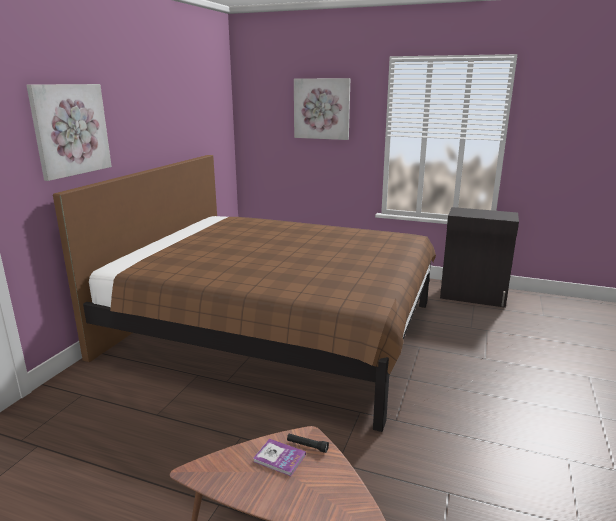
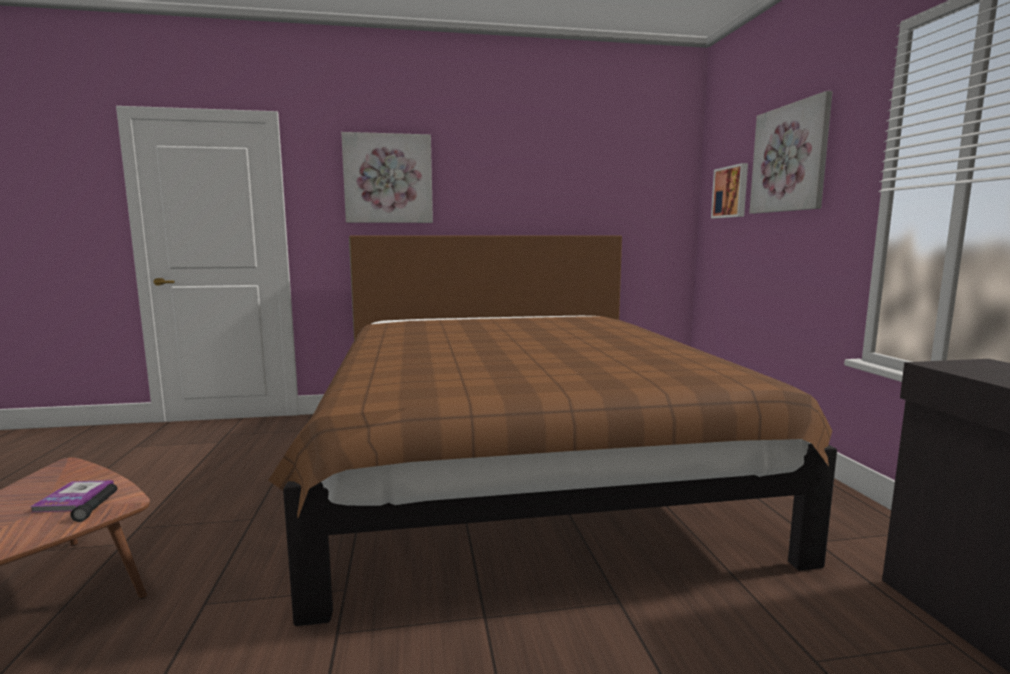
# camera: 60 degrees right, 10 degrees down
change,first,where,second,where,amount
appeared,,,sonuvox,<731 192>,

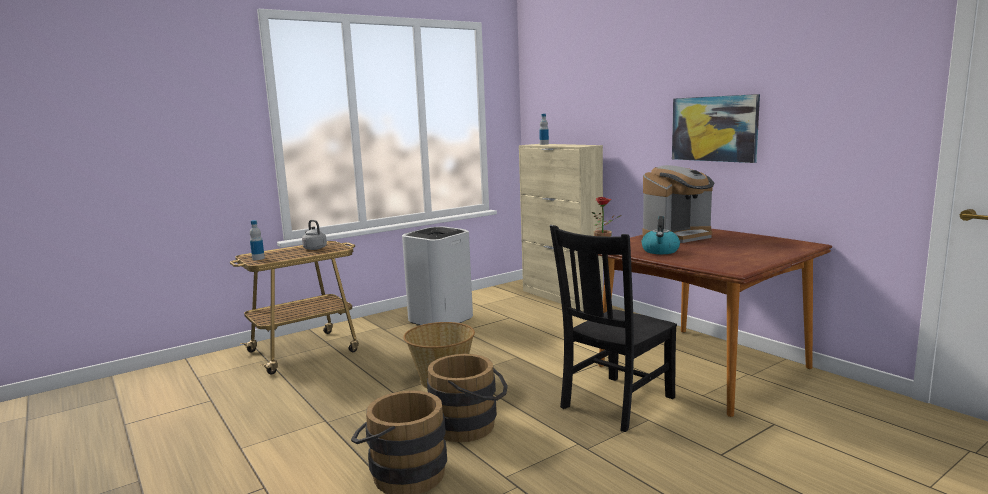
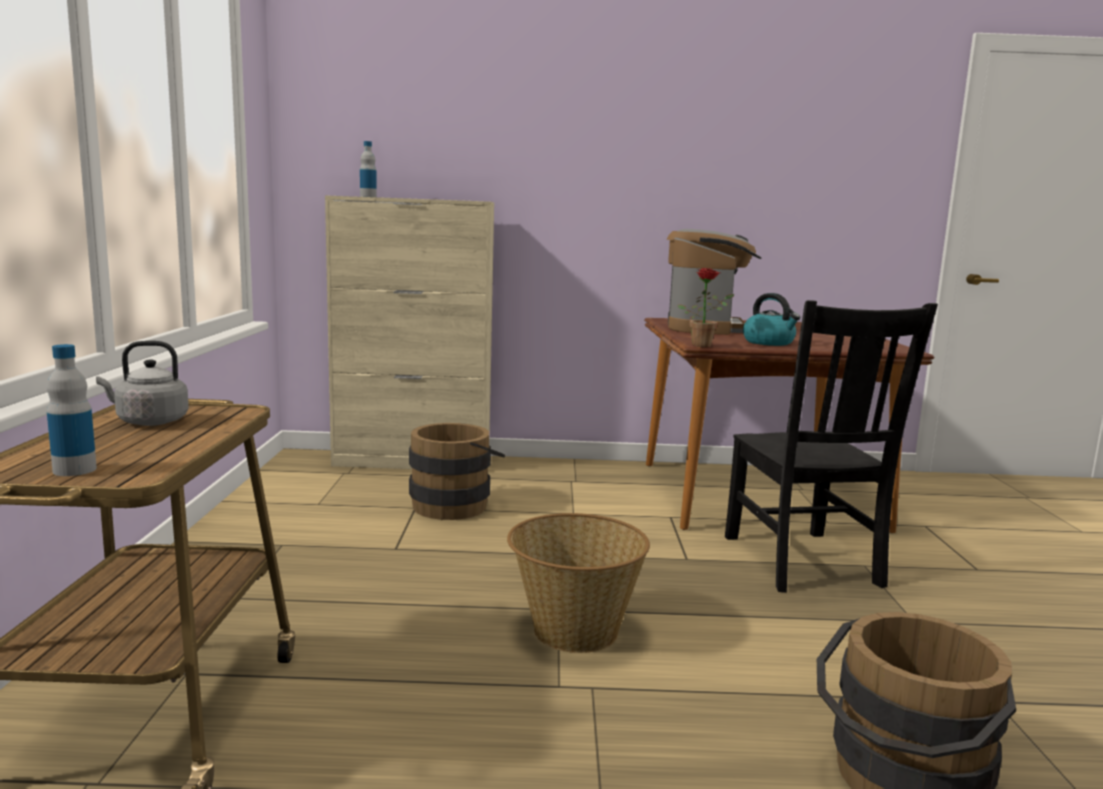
# camera: 55 degrees left, 0 degrees up
change,first,where,second,where,amount
missing,sonuvox,<714 128>,,,
missing,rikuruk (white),<440 318>,,,
relocated,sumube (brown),<470 426>,,<455 504>,

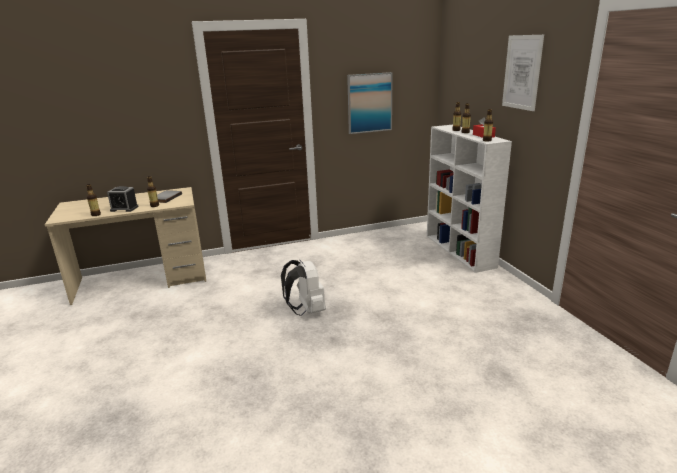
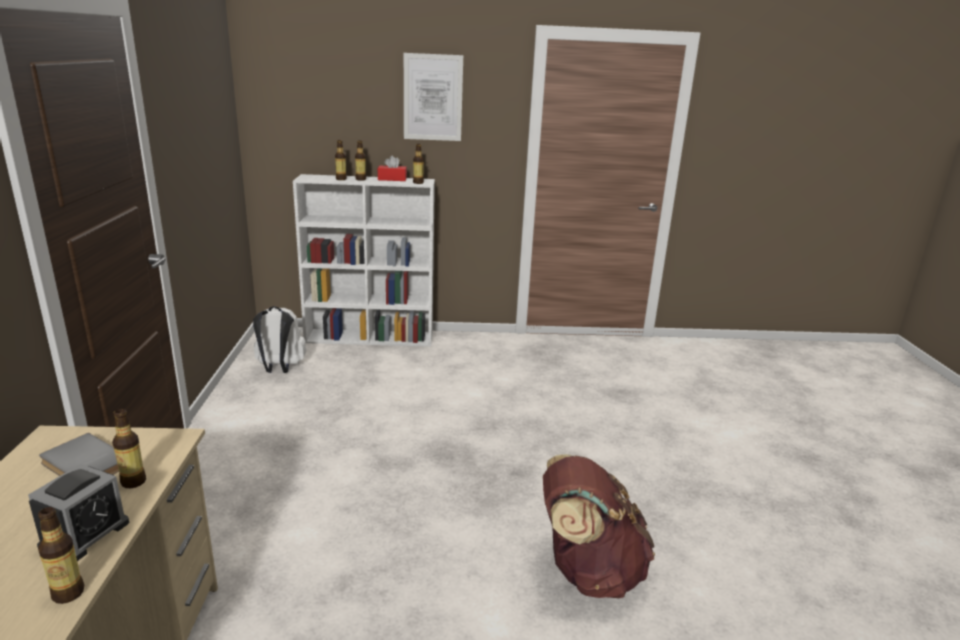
# camera: 75 degrees left, 0 degrees up
change,first,where,second,where,amount
missing,sonuvox,<369 103>,,,
relocated,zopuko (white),<307 310>,,<280 368>,
appeared,,,zopuko (brown),<588 570>,

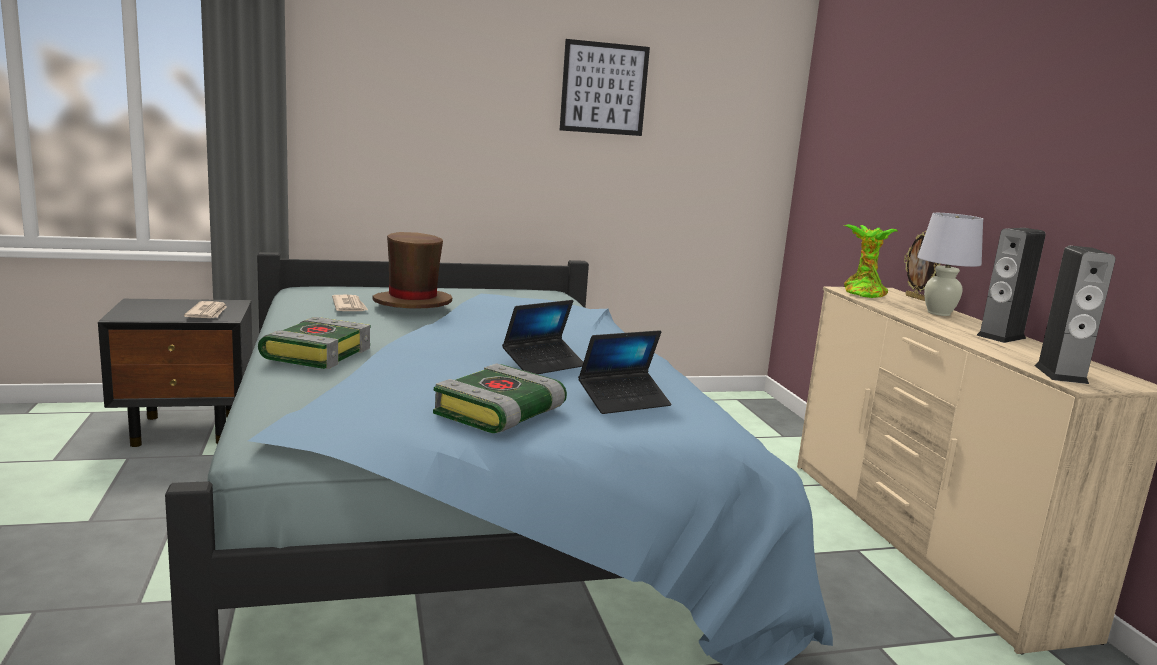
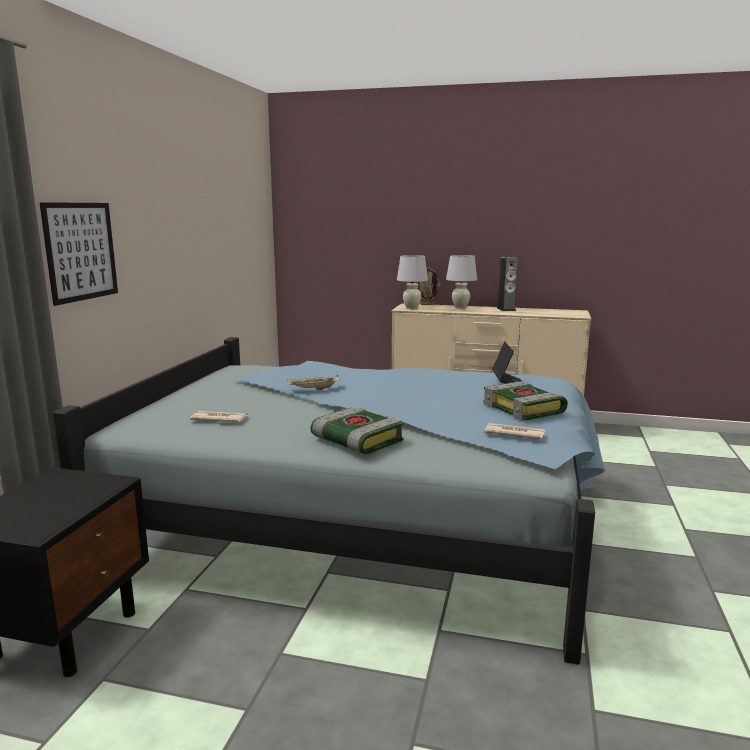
# camera: 60 degrees left, 0 degrees up
change,first,where,second,where,amount
relocated,sonuvox,<604 88>,,<81 251>,
exchanged,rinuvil,<862 293>,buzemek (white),<412 308>,
missing,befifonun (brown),<412 302>,,,
missing,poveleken,<1060 374>,,,
missing,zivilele,<544 364>,,,
relocated,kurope,<208 313>,,<513 433>,
appeared,,,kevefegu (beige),<313 389>,

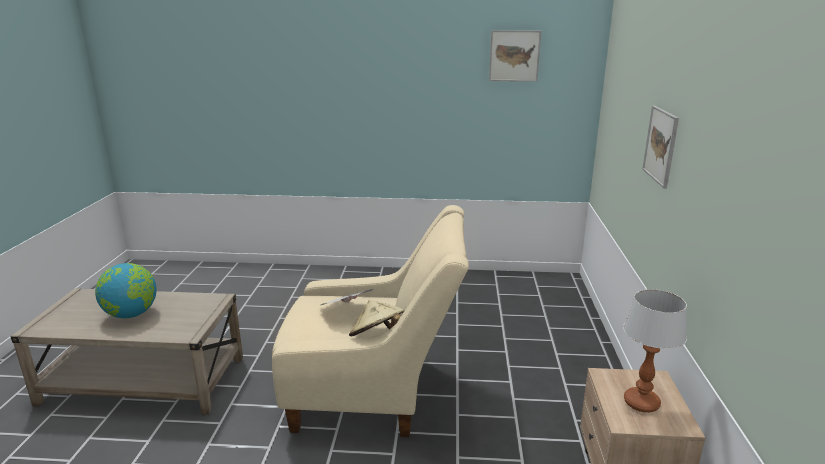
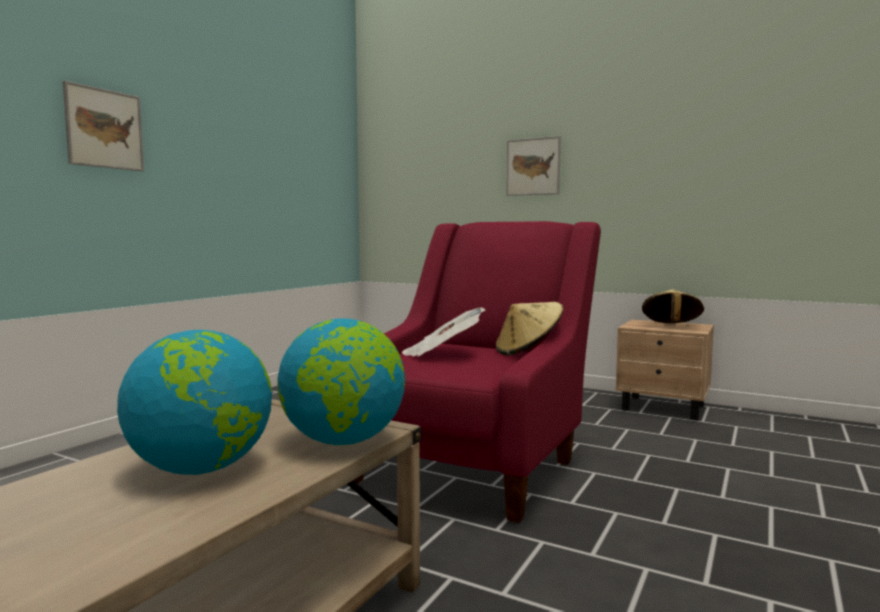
# camera: 65 degrees left, 15 degrees down
change,first,where,second,where,amount
relocated,sonuvox,<514 56>,,<104 129>,
colour,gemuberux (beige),<374 392>,gemuberux (red),<474 464>,
exchanged,buzemek,<641 402>,befifonun (beige),<671 326>,
appeared,,,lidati,<343 441>,

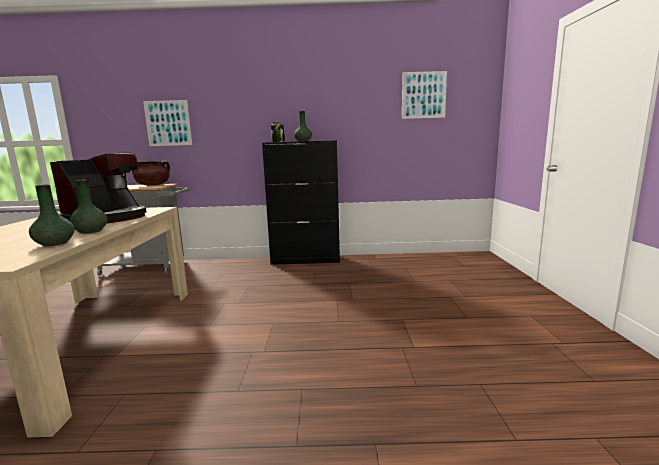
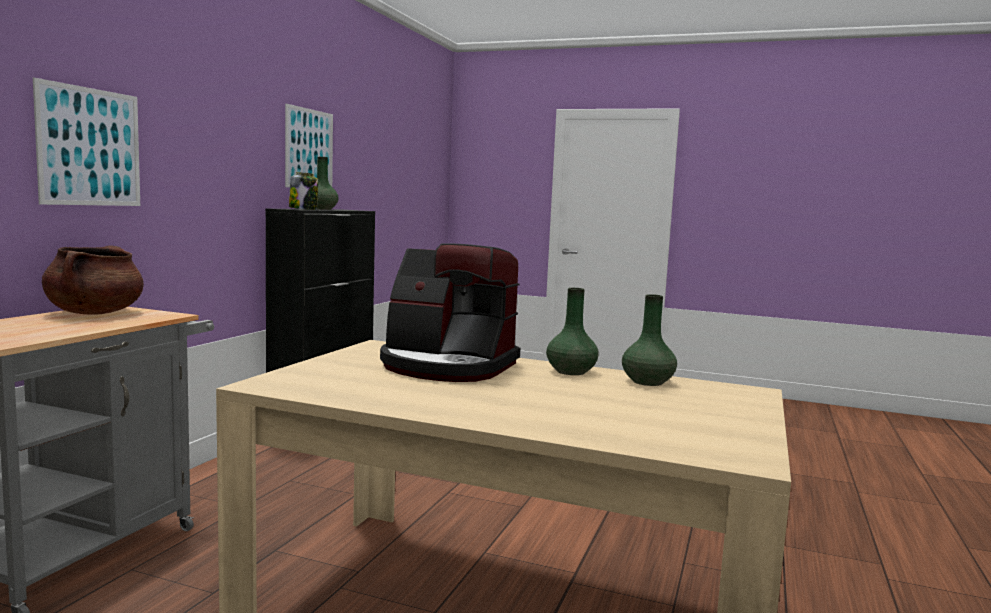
# camera: 70 degrees left, 5 degrees down
change,first,where,second,where,amount
relocated,sonuvox,<423 95>,,<309 149>,
spun,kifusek,<107 218>,,<447 366>,150 degrees clockwise

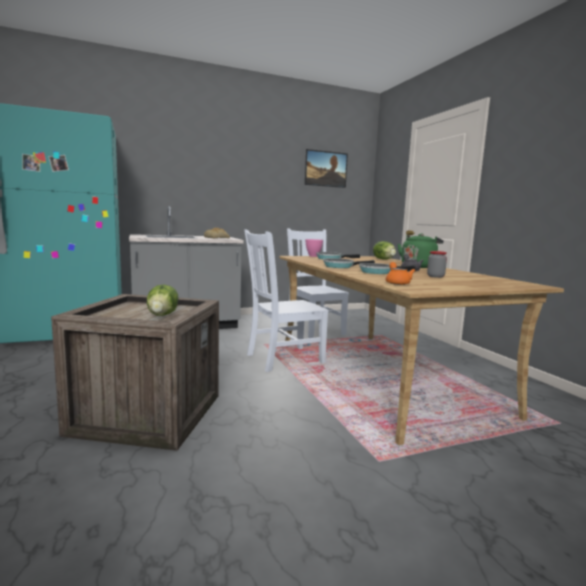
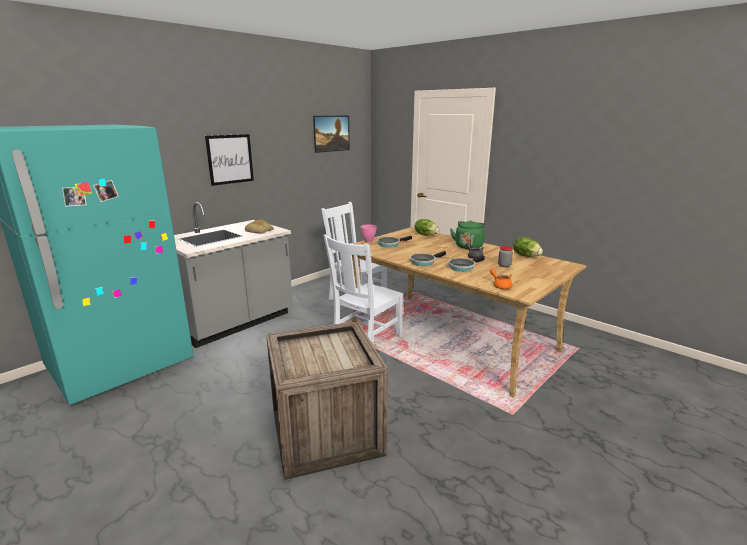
# camera: 25 degrees left, 10 degrees up
change,first,where,second,where,amount
relocated,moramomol,<163 315>,,<526 255>,
appeared,,,sonuvox,<230 159>,

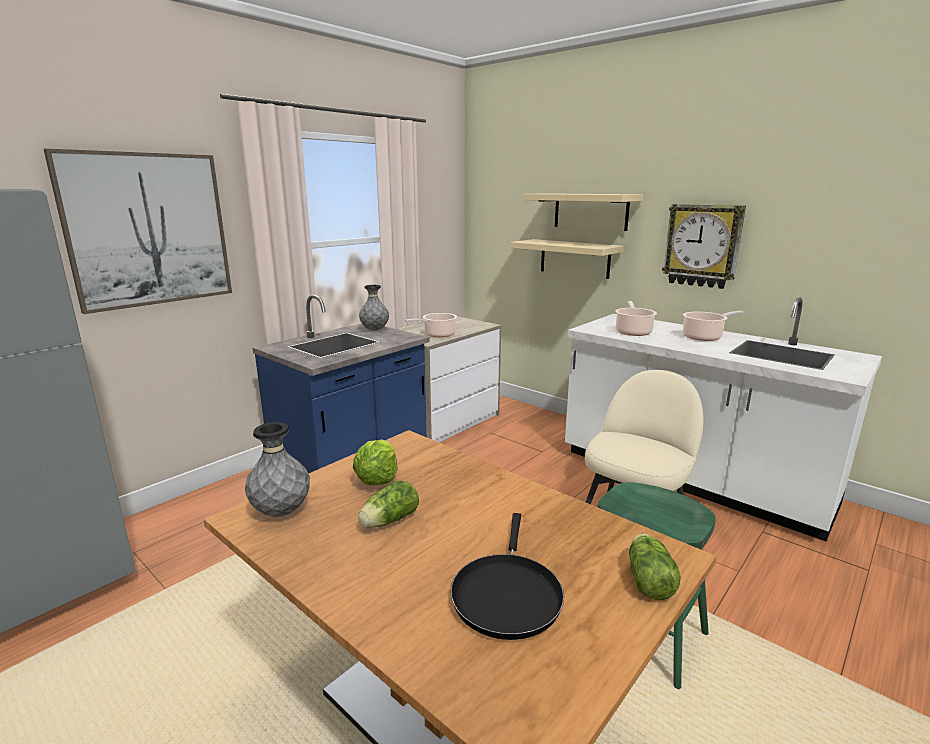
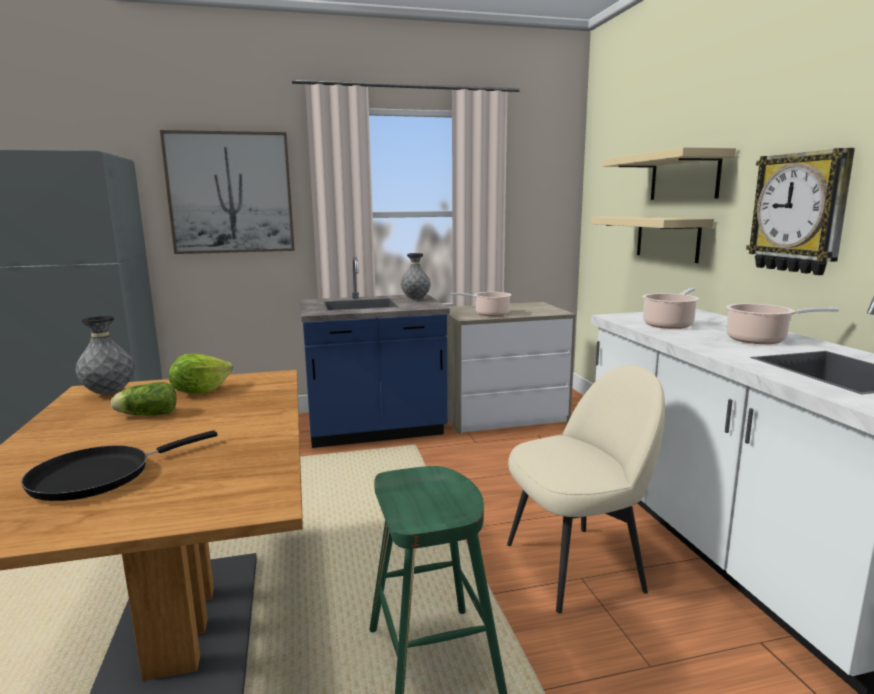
# camera: 35 degrees right, 5 degrees down
change,first,where,second,where,amount
missing,moramomol,<648 578>,,,

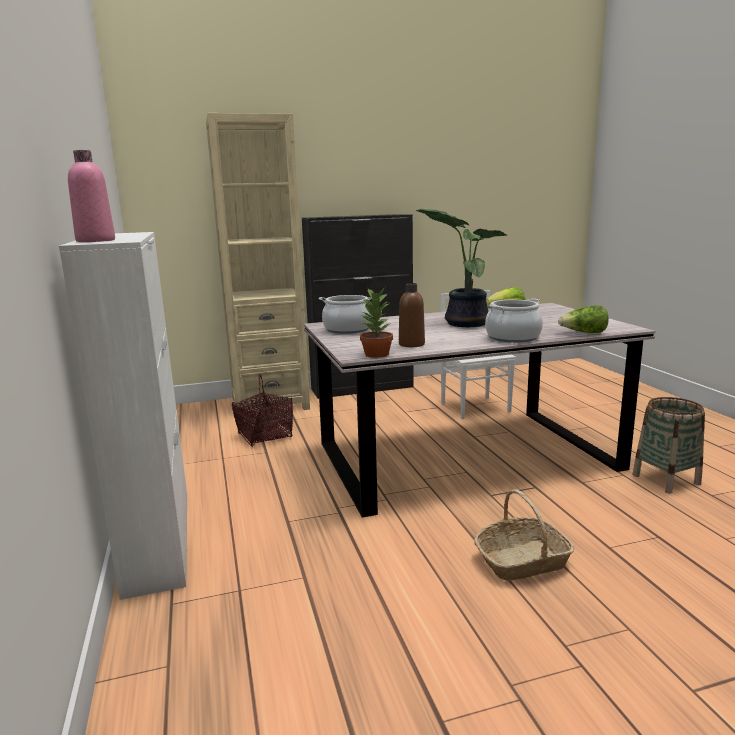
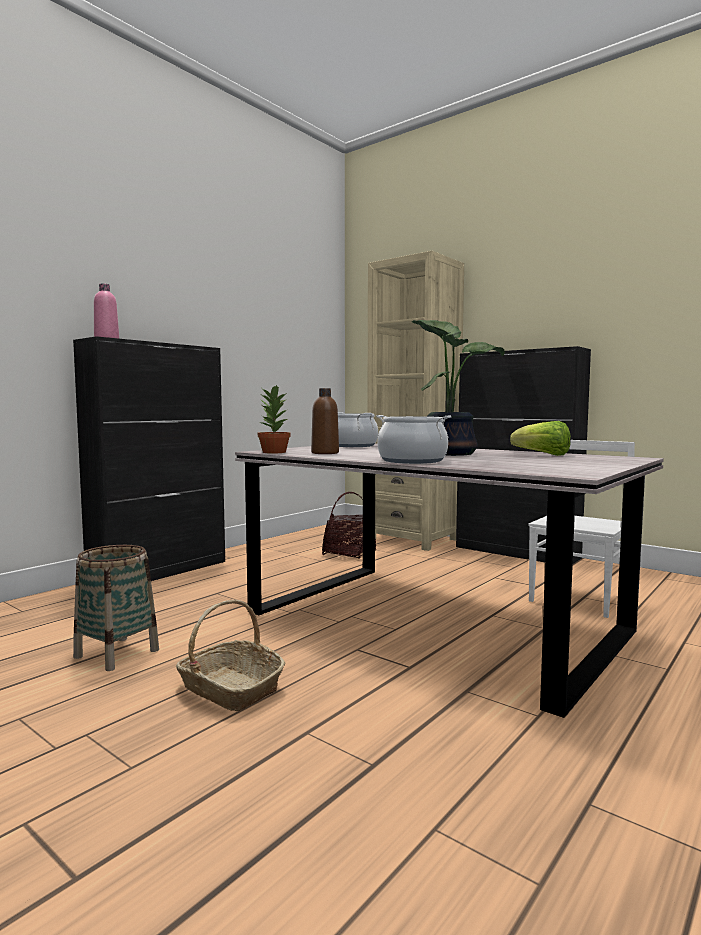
# camera: 55 degrees right, 10 degrees down
change,first,where,second,where,amount
colour,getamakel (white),<159 539>,getamakel (black),<160 571>,
missing,moramomol,<583 333>,,,
relocated,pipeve,<665 479>,,<117 653>,

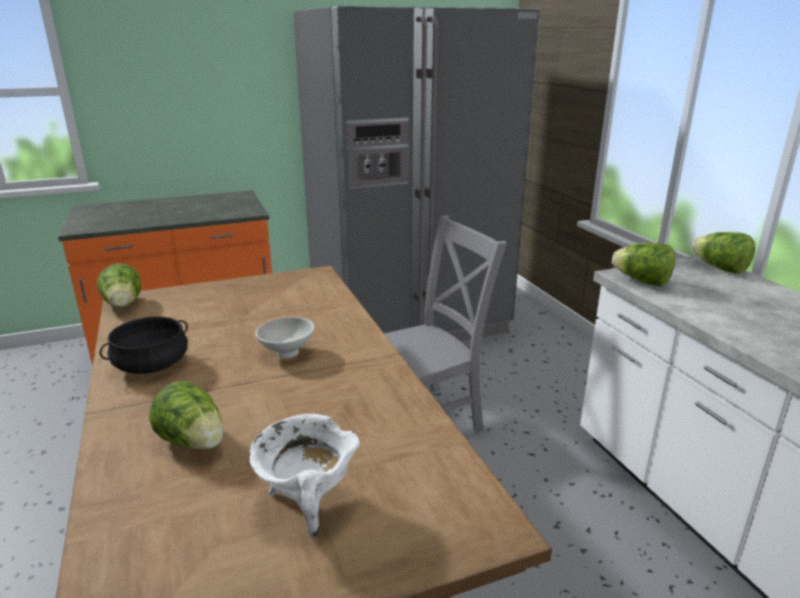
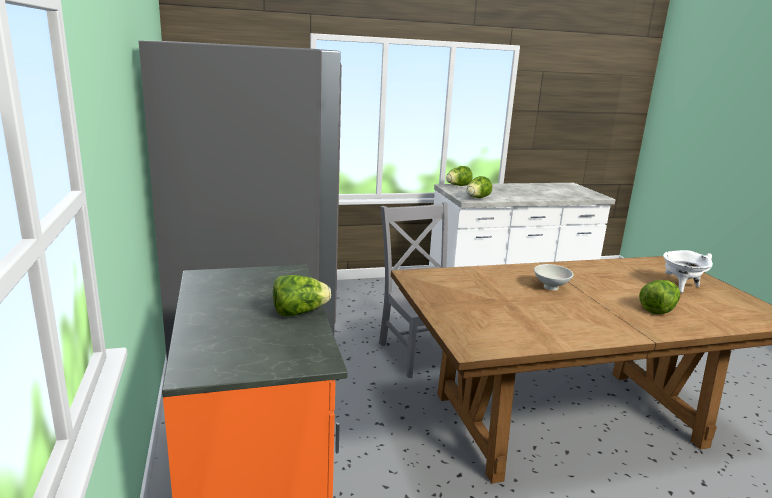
# camera: 85 degrees left, 5 degrees down
change,first,where,second,where,amount
relocated,moramomol,<124 305>,,<299 312>,
missing,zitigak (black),<152 364>,,,

